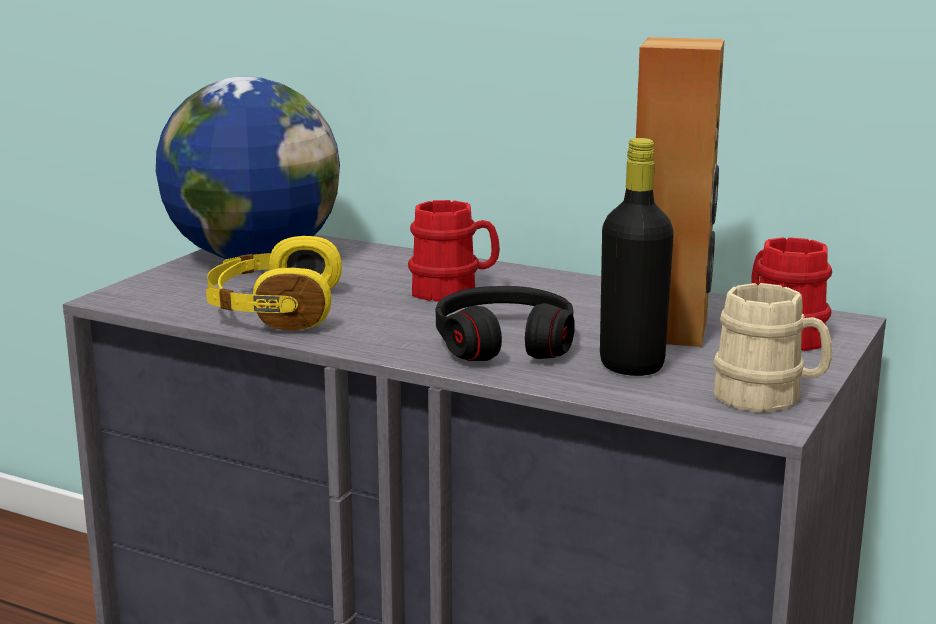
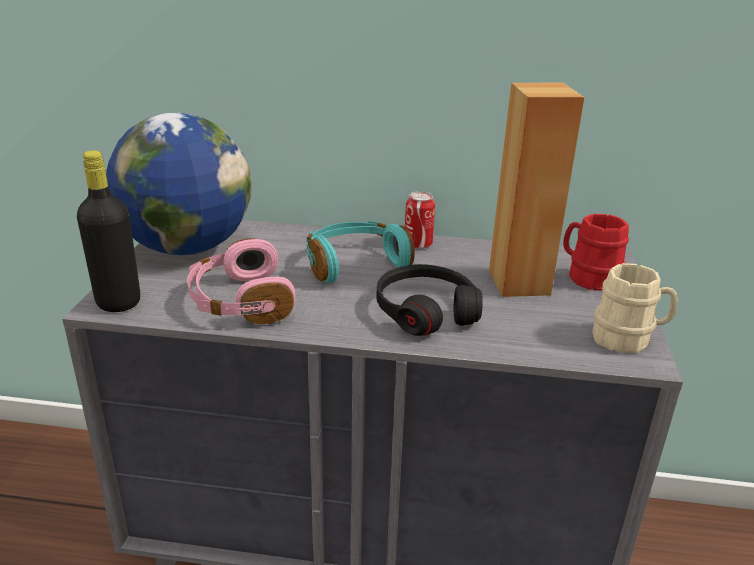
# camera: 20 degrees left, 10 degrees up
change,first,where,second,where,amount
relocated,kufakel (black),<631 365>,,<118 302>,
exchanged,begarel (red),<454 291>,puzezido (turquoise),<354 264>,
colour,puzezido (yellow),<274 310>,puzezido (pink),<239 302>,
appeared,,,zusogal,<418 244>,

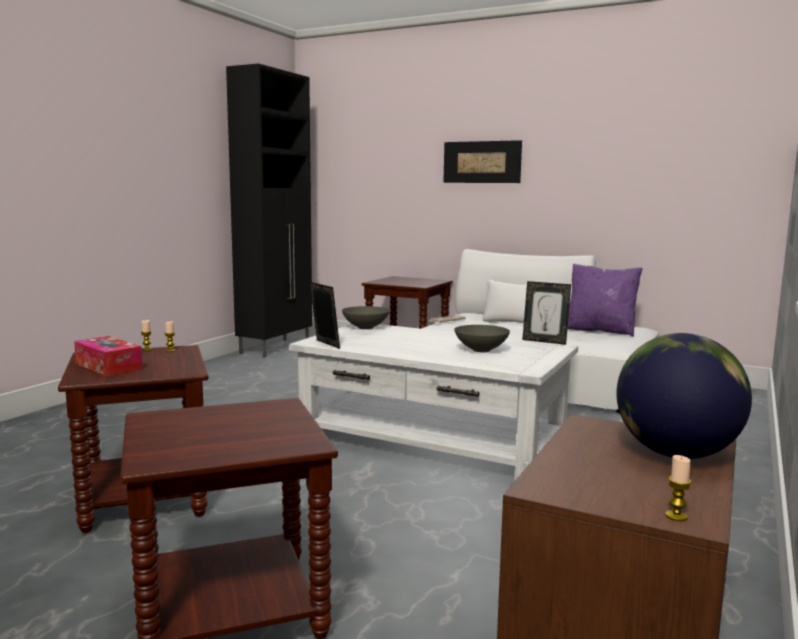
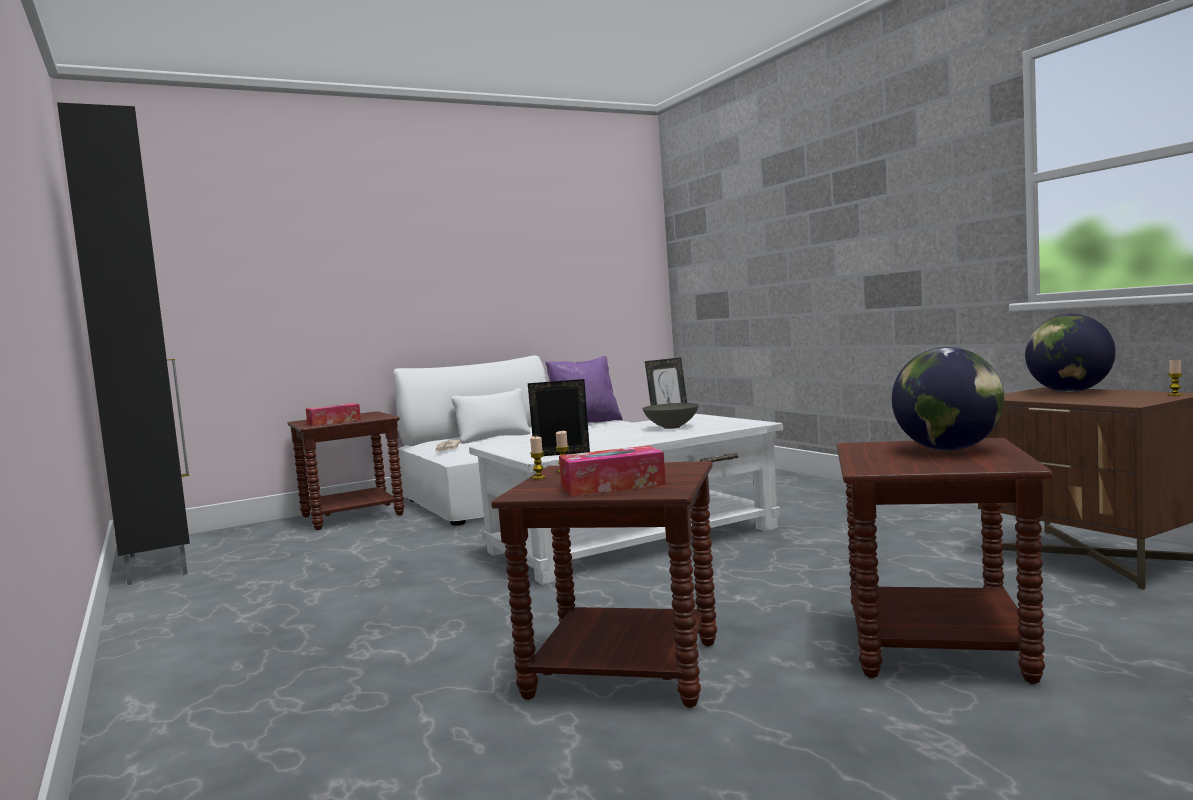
# camera: 55 degrees left, 5 degrees down
change,first,where,second,where,amount
missing,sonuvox,<481 162>,,,
missing,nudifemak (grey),<366 327>,,,
appeared,,,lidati,<949 449>,
appeared,,,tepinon,<334 422>,

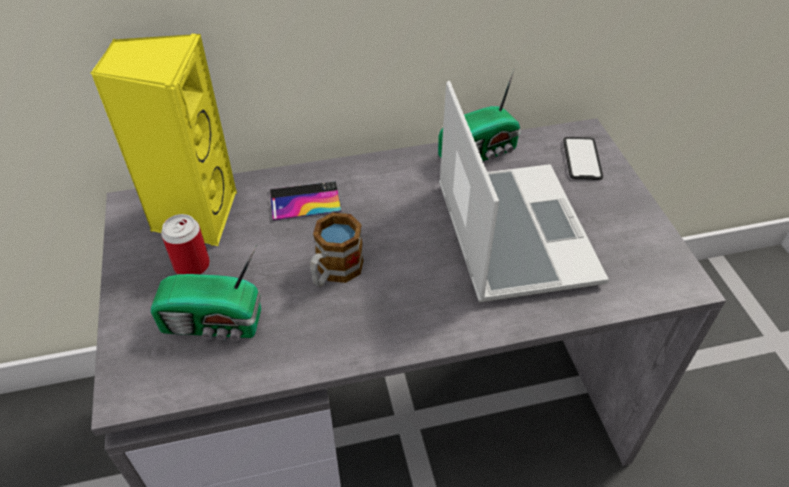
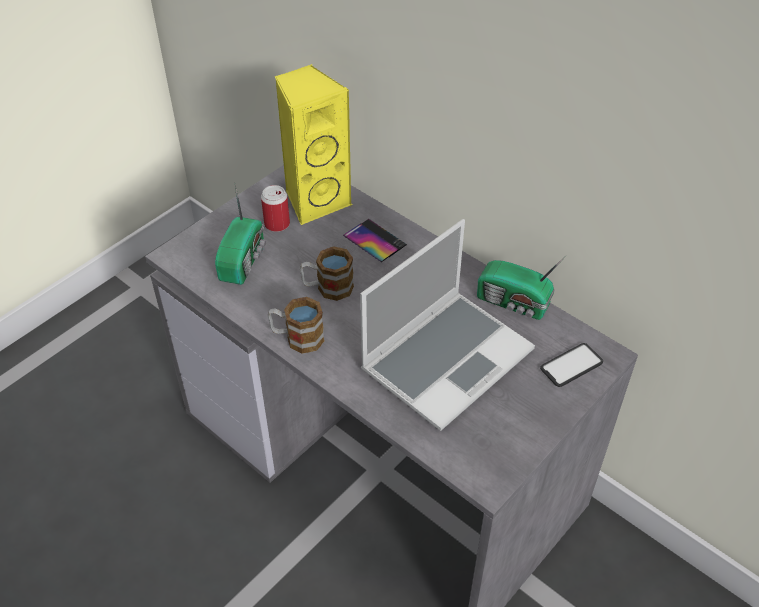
# camera: 55 degrees right, 0 degrees up
change,first,where,second,where,amount
spun,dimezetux,<214 324>,,<244 259>,135 degrees counterclockwise
appeared,,,begarel,<297 338>,

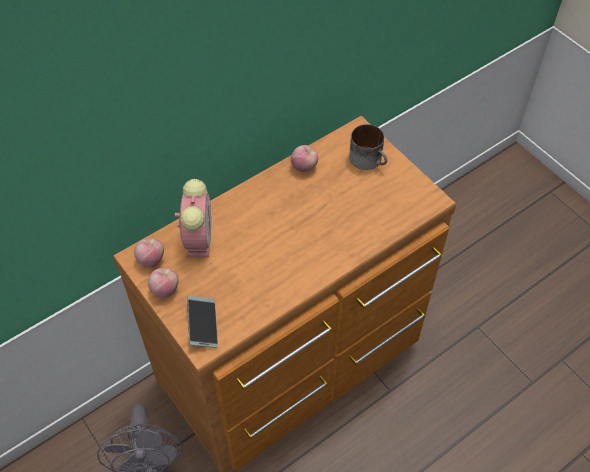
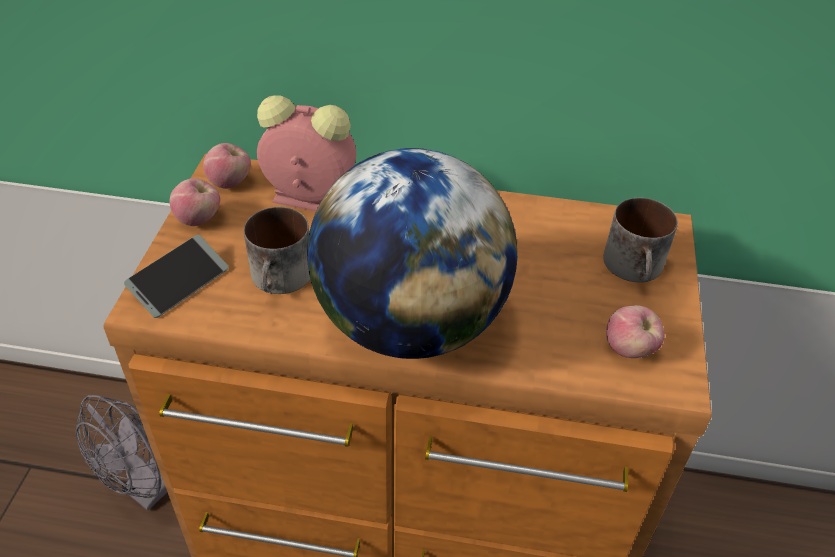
# camera: 45 degrees right, 10 degrees down
change,first,where,second,where,amount
relocated,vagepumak,<304 167>,,<629 350>,
spun,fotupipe,<198 237>,,<307 198>,120 degrees counterclockwise
appeared,,,lidati,<410 323>,
appeared,,,begarel,<282 279>,

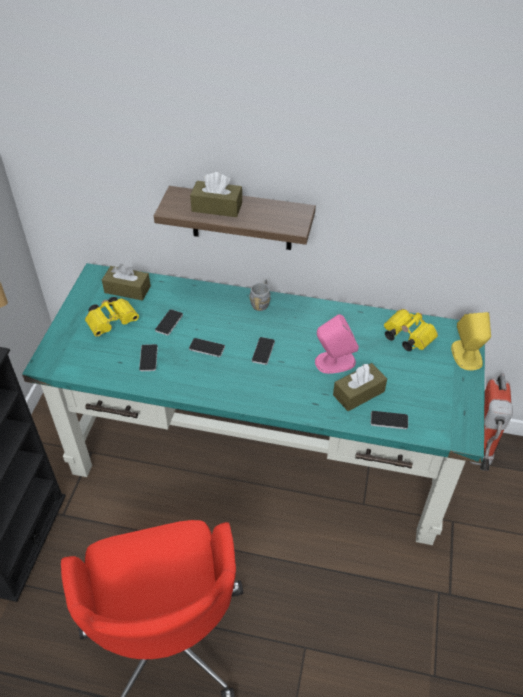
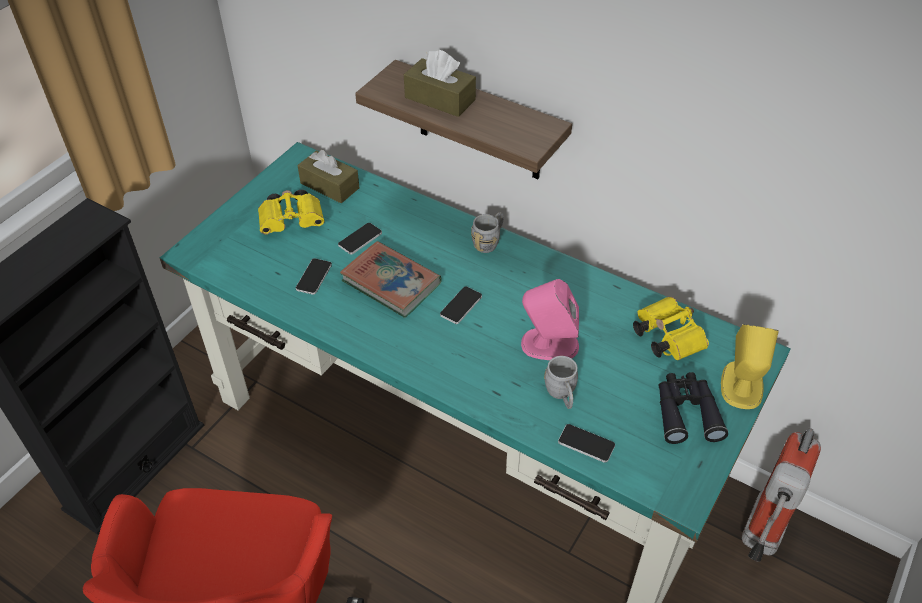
# camera: 20 degrees right, 0 degrees up
change,first,where,second,where,amount
exchanged,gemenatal,<207 348>,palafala,<391 283>,
exchanged,tepinon (brown),<358 393>,begarel (grey),<561 395>,
appeared,,,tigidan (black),<686 412>,

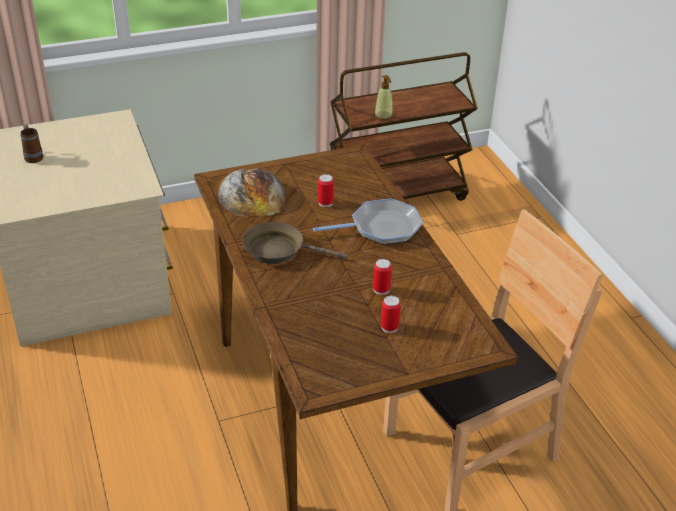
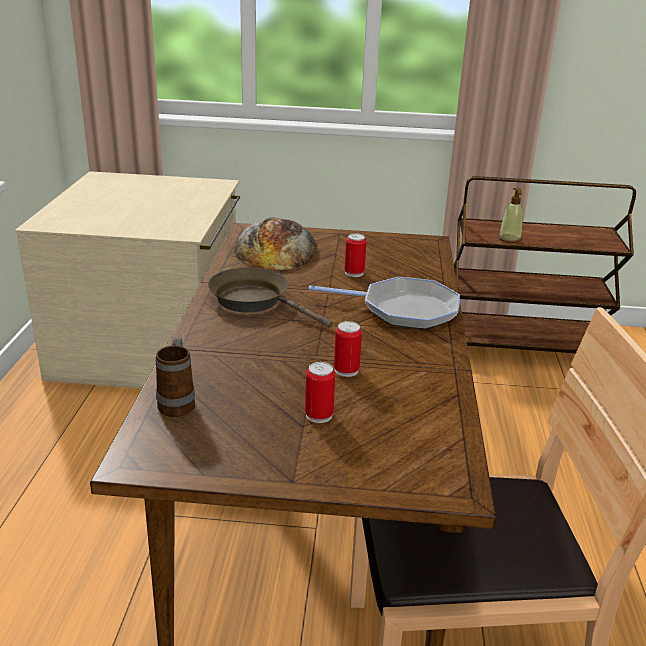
# camera: 25 degrees right, 10 degrees down
change,first,where,second,where,amount
relocated,begarel,<33 156>,,<178 402>,

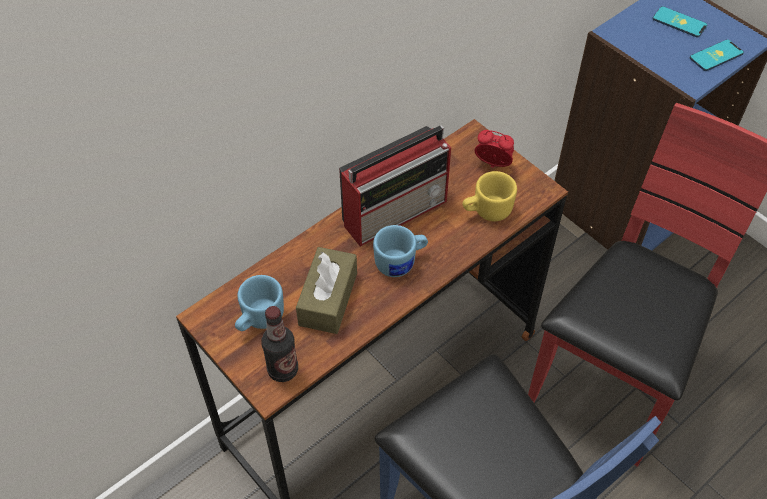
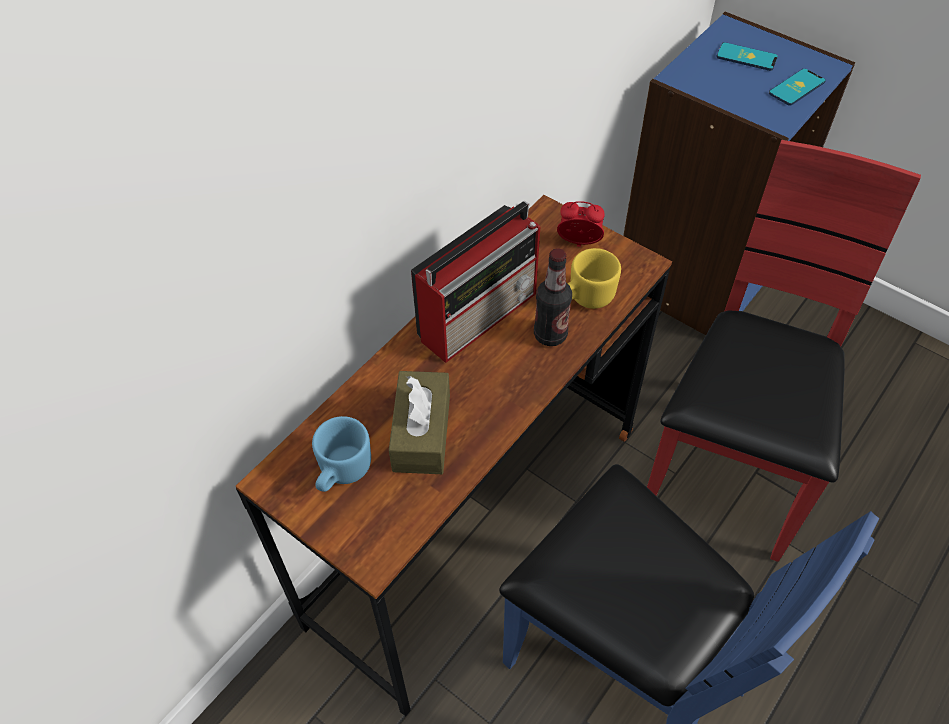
# camera: 10 degrees left, 0 degrees up
change,first,where,second,where,amount
missing,begarel (blue),<401 262>,,,
relocated,kufakel,<283 370>,,<550 335>,

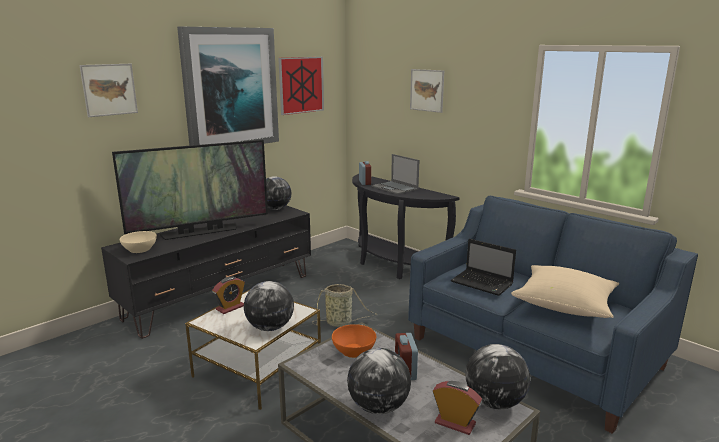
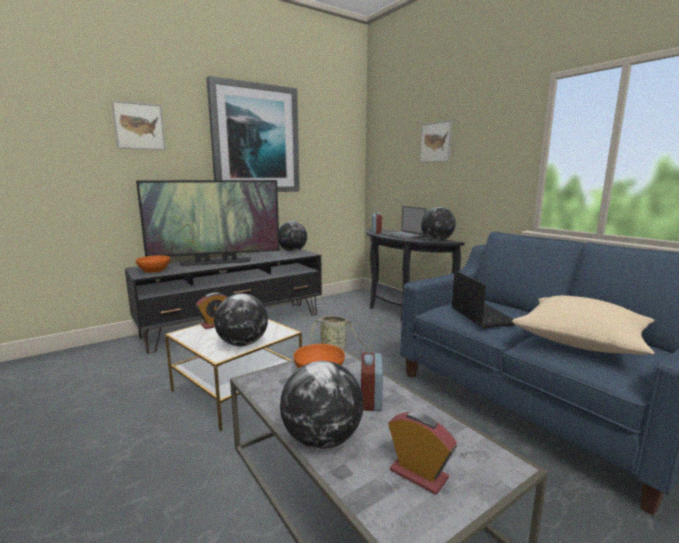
# camera: 10 degrees right, 5 degrees down
change,first,where,second,where,amount
missing,sonuvox,<301 85>,,,
colour,nudifemak (beige),<140 249>,nudifemak (orange),<154 270>,
spun,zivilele,<483 283>,,<481 316>,150 degrees counterclockwise
relocated,lidati,<494 402>,,<436 240>,

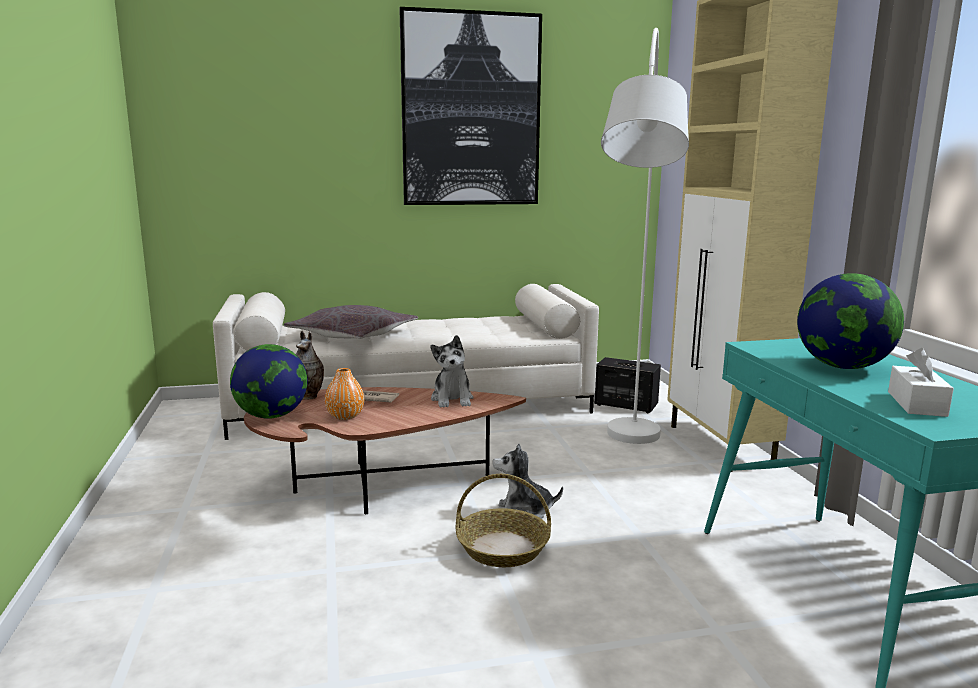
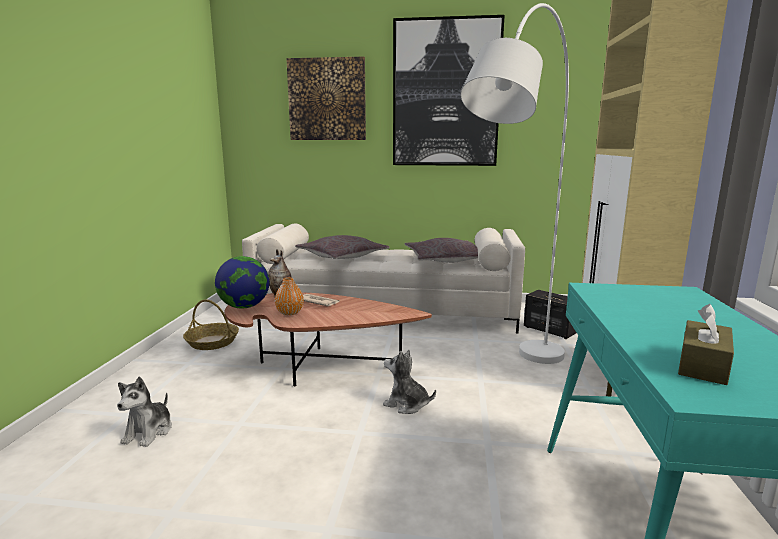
# camera: 20 degrees right, 0 degrees up
change,first,where,second,where,amount
missing,lidati,<842 367>,,,
relocated,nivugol,<452 399>,,<149 432>,
colour,tepinon (white),<916 404>,tepinon (brown),<703 365>,
relocated,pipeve,<503 548>,,<212 342>,
appeared,,,sonuvox,<327 99>,
appeared,,,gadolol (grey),<444 260>,

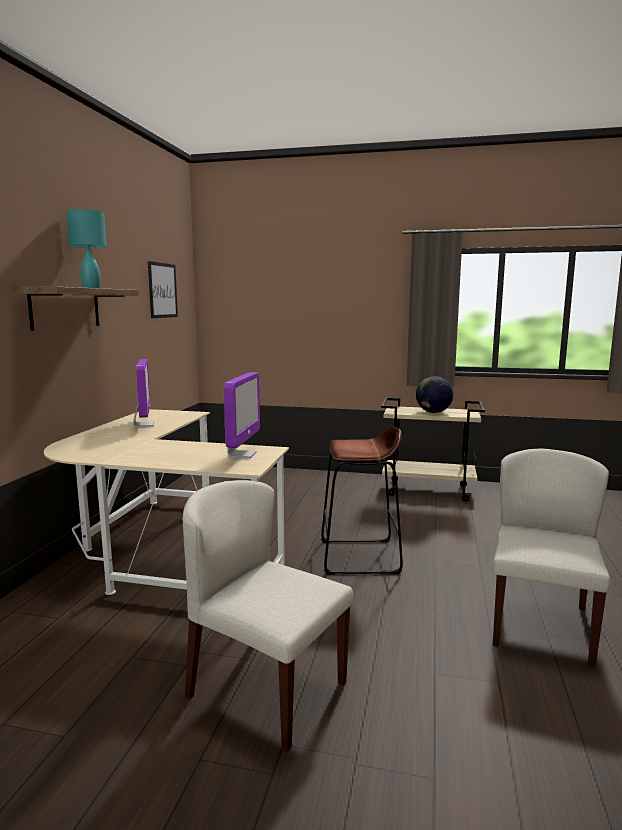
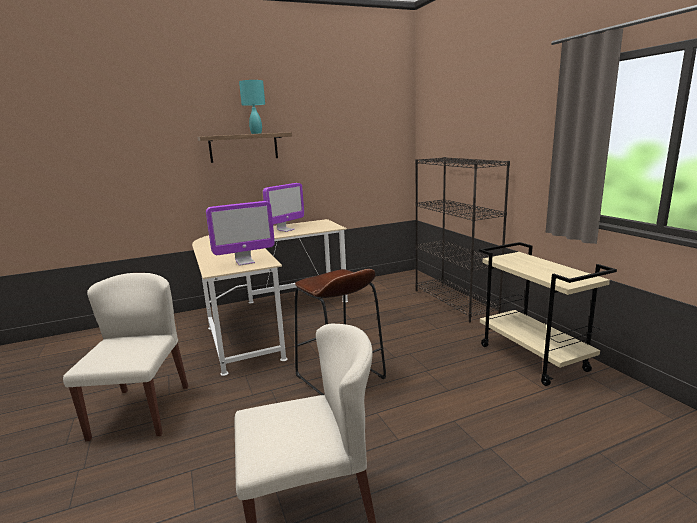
# camera: 55 degrees right, 5 degrees up
change,first,where,second,where,amount
missing,sonuvox,<162 290>,,,
missing,lidati,<433 412>,,,
appeared,,,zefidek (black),<455 302>,

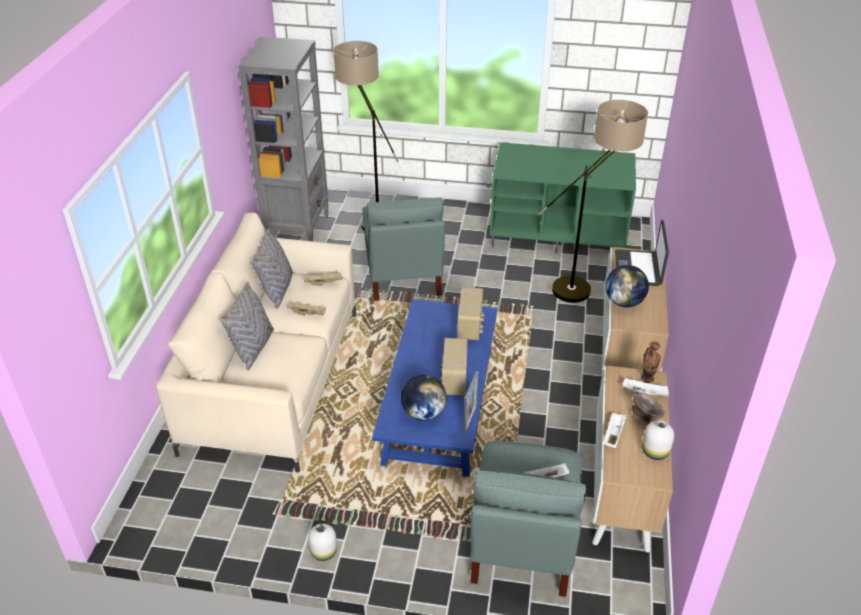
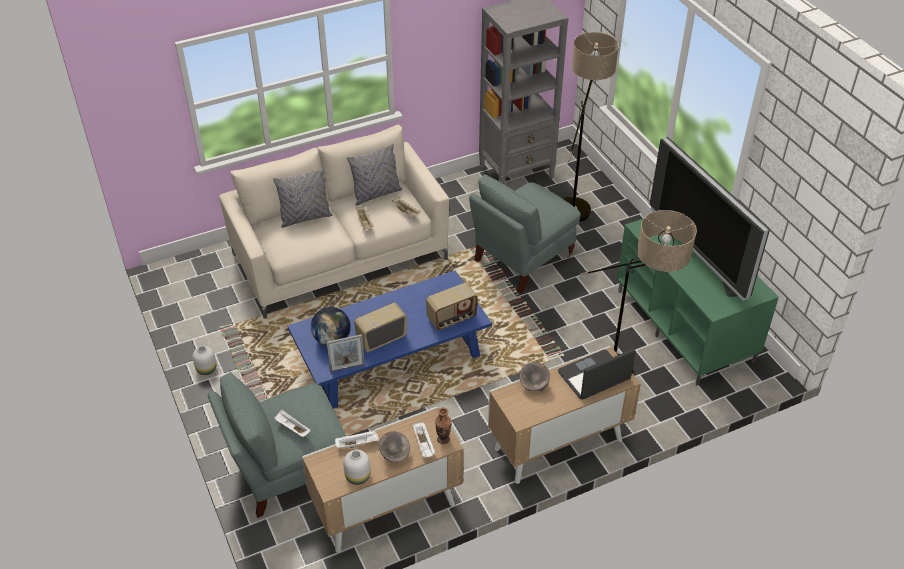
# camera: 55 degrees right, 5 degrees up
change,first,where,second,where,amount
exchanged,lidati,<624 302>,nudifemak (grey),<534 386>,
appeared,,,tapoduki,<702 259>,

